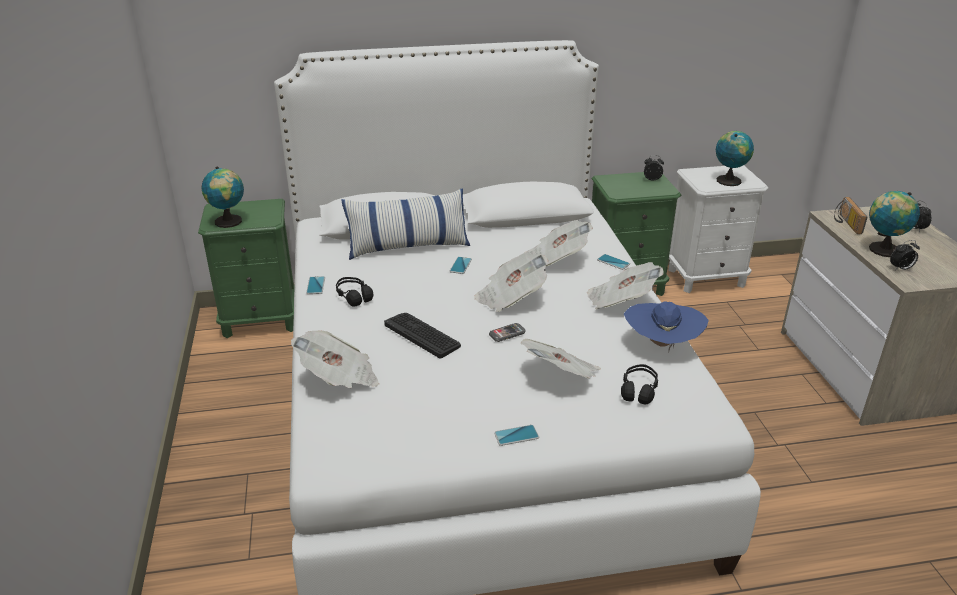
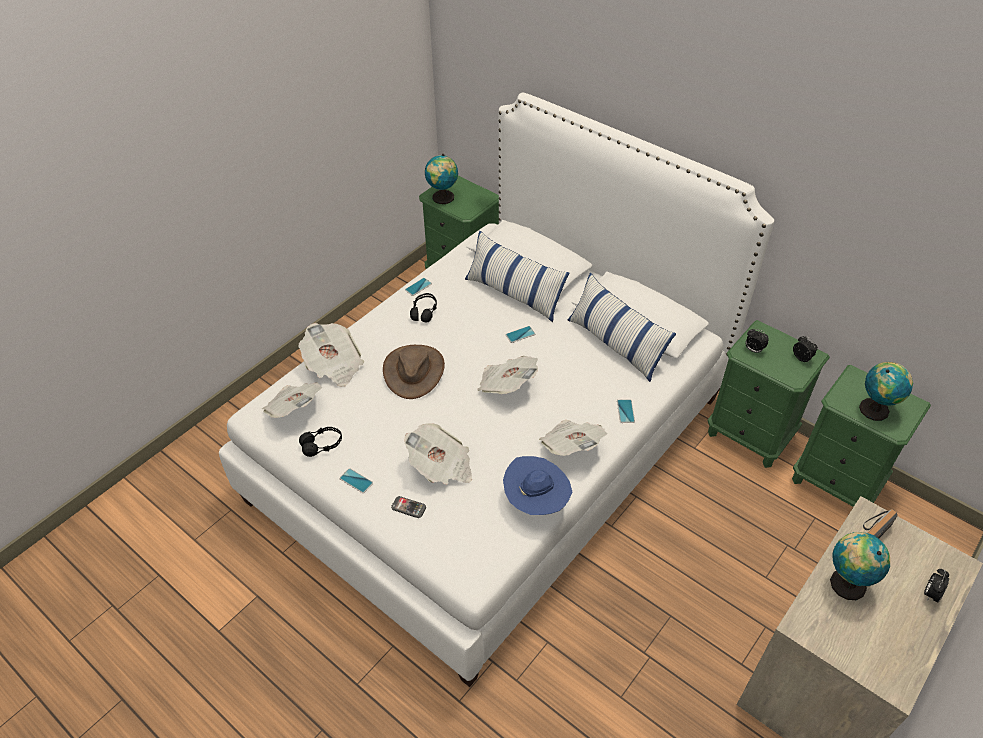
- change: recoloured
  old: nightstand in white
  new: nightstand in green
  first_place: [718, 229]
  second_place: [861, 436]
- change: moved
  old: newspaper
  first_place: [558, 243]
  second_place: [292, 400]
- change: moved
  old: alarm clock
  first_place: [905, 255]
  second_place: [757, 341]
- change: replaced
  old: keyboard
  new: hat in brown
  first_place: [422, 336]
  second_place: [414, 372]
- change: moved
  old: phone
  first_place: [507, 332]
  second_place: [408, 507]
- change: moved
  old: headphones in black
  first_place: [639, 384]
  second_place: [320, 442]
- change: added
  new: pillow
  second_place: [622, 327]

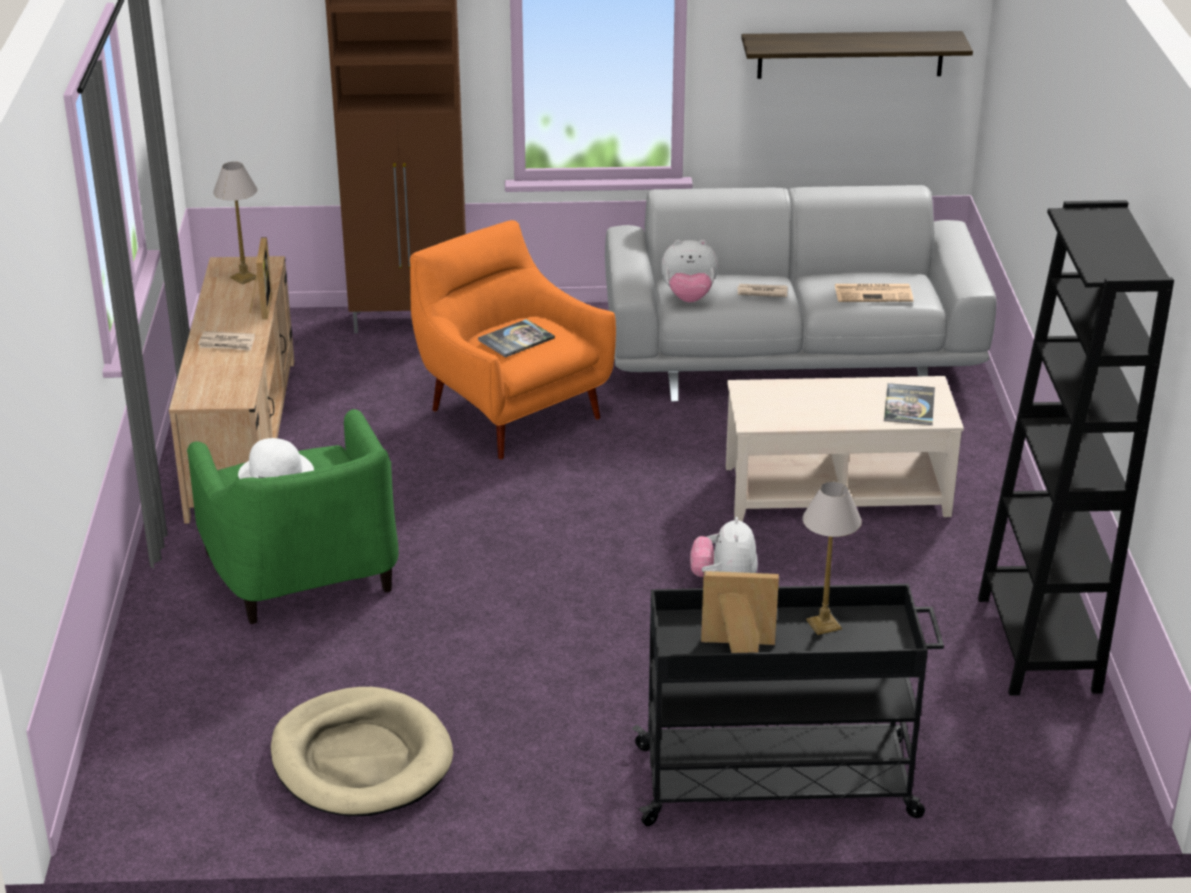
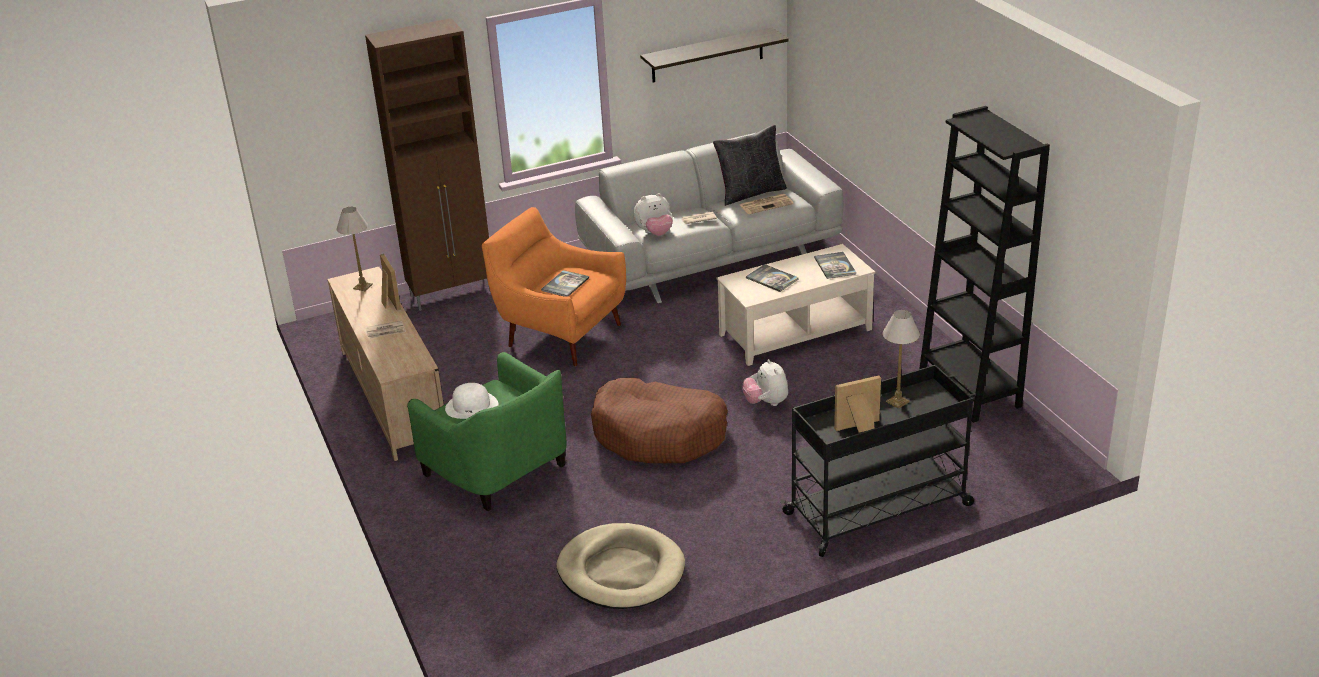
- change: added
  new: pillow in black
  second_place: [750, 165]
- change: added
  new: book
  second_place: [772, 278]
- change: added
  new: dog bed in brown
  second_place: [659, 420]

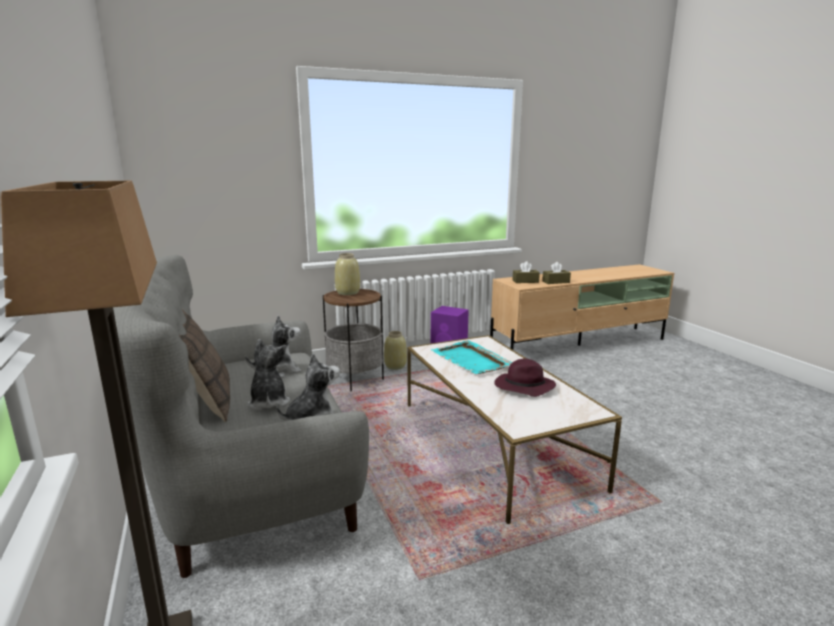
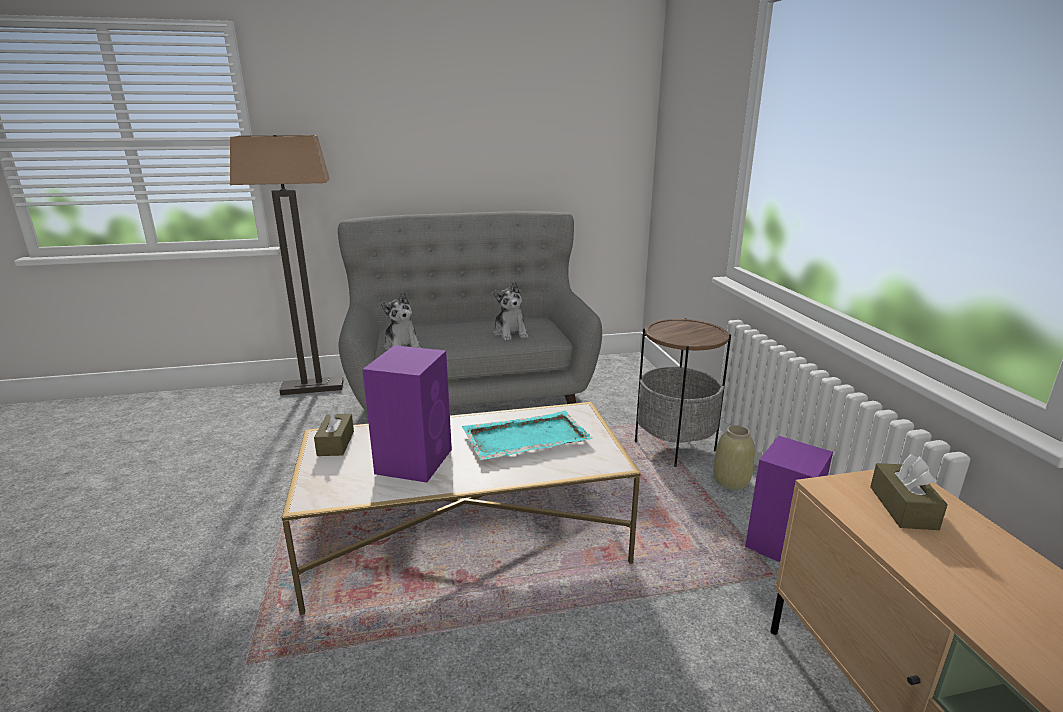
- change: removed
  old: vase in beige
  first_place: [347, 274]
- change: moved
  old: tissue box in brown
  first_place: [556, 273]
  second_place: [334, 431]
- change: removed
  old: pillow
  first_place: [204, 365]
- change: removed
  old: plush toy
  first_place: [268, 375]
- change: replaced
  old: hat in purple
  new: speaker in purple
  first_place: [525, 378]
  second_place: [407, 414]

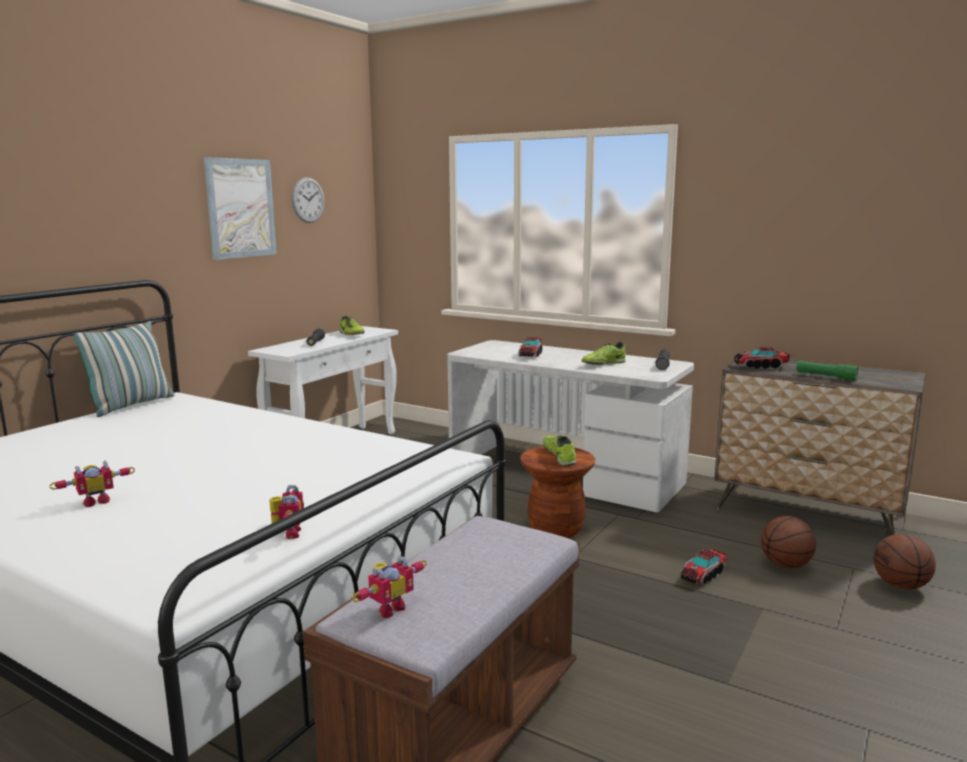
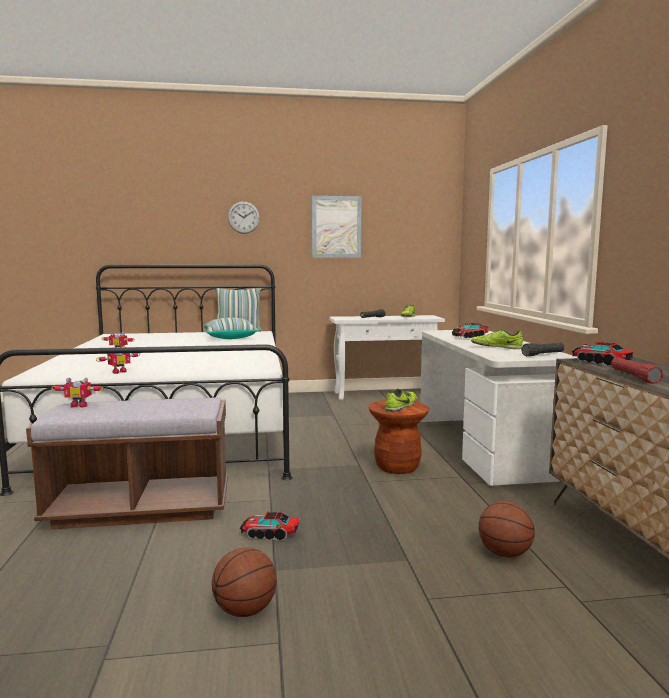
- change: moved
  old: wall clock
  first_place: [308, 200]
  second_place: [244, 217]
- change: recoloured
  old: flashlight in green
  new: flashlight in red
  first_place: [827, 371]
  second_place: [637, 370]
- change: moved
  old: basketball
  first_place: [904, 562]
  second_place: [244, 582]
- change: moved
  old: toy truck
  first_place: [703, 566]
  second_place: [269, 526]
- change: added
  new: pillow
  second_place: [231, 328]

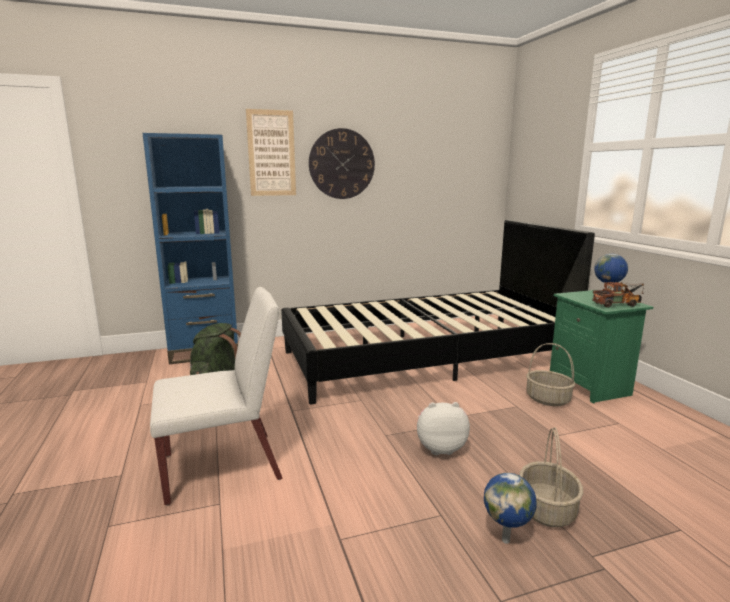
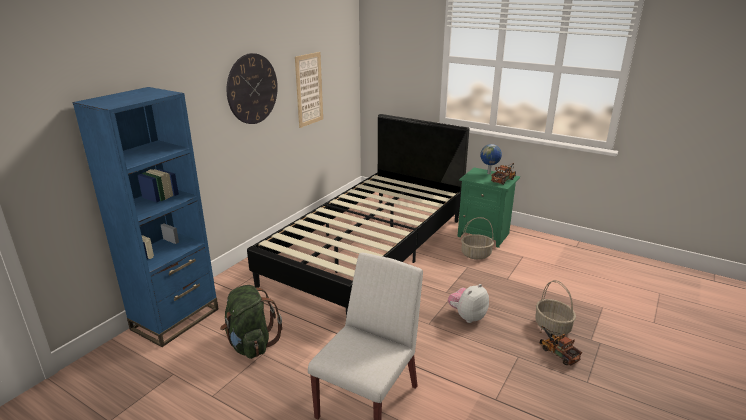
- change: moved
  old: picture
  first_place: [271, 152]
  second_place: [309, 90]
- change: replaced
  old: globe
  new: toy truck
  first_place: [510, 508]
  second_place: [561, 345]

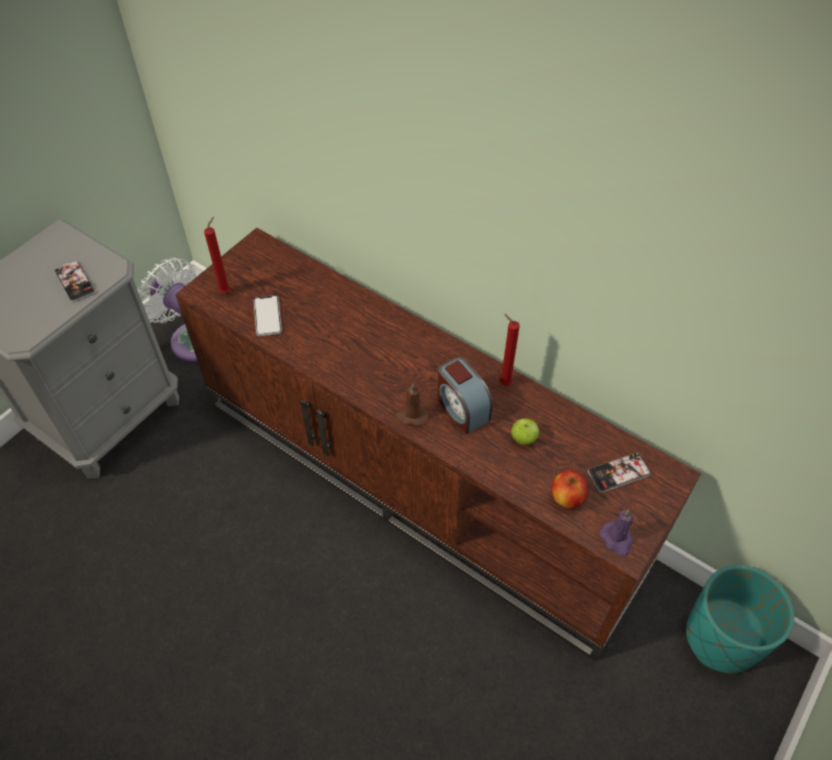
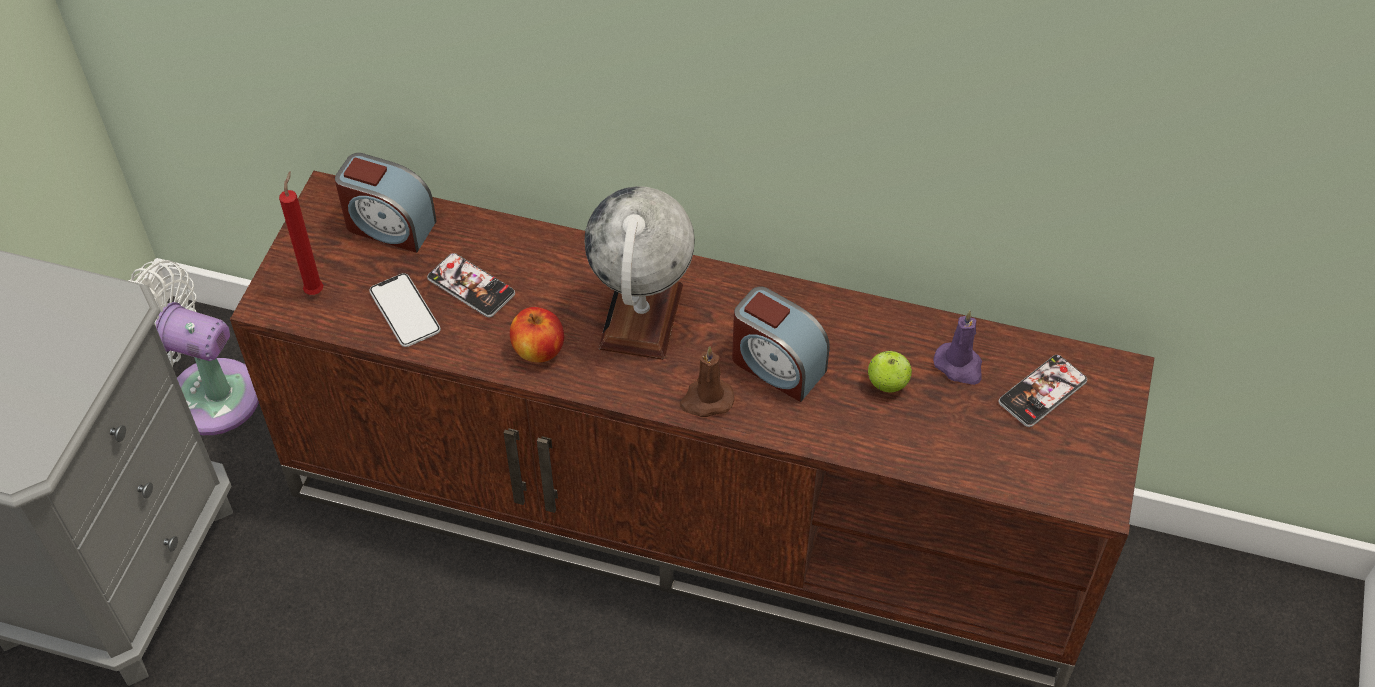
- change: moved
  old: phone
  first_place: [75, 281]
  second_place: [471, 285]
- change: removed
  old: candle in red
  first_place: [510, 350]
- change: moved
  old: apple
  first_place: [570, 489]
  second_place: [537, 335]
- change: moved
  old: candle in purple
  first_place: [616, 533]
  second_place: [957, 347]
- change: removed
  old: planter in turquoise
  first_place: [740, 619]
- change: added
  new: alarm clock
  second_place: [386, 203]
- change: added
  new: globe
  second_place: [639, 273]

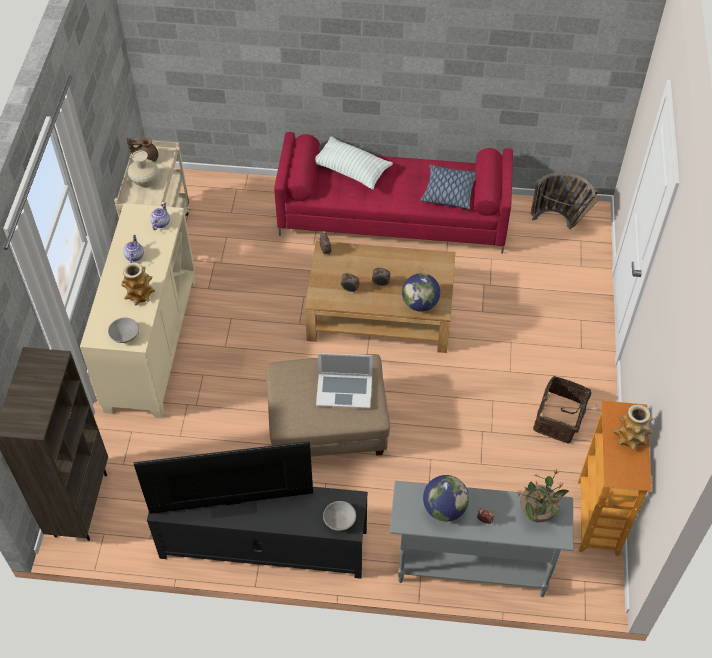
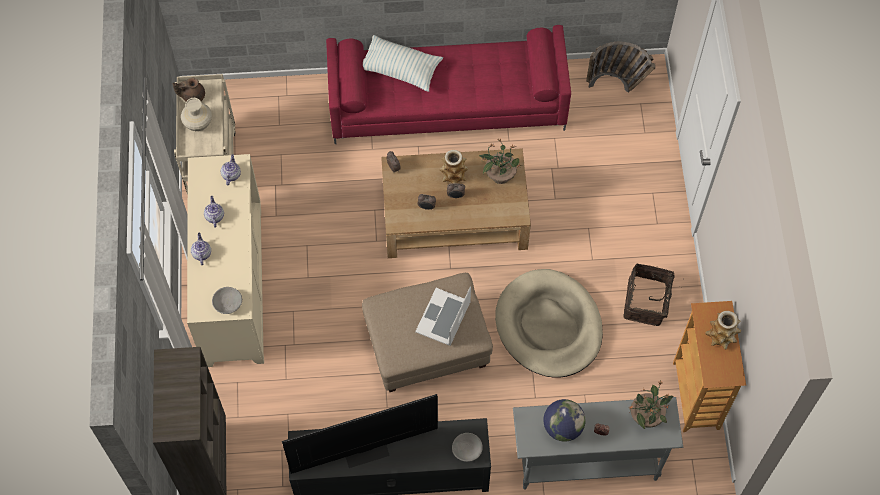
- change: removed
  old: pillow
  first_place: [448, 186]
- change: moved
  old: vase
  first_place: [138, 284]
  second_place: [454, 167]
- change: removed
  old: globe
  first_place: [421, 292]
- change: turned
  old: laptop
  first_place: [344, 381]
  second_place: [443, 316]
  degrees: 120
- change: added
  new: potted plant
  second_place: [500, 161]
- change: added
  new: teapot
  second_place: [201, 249]
- change: added
  new: dog bed in beige
  second_place: [549, 323]

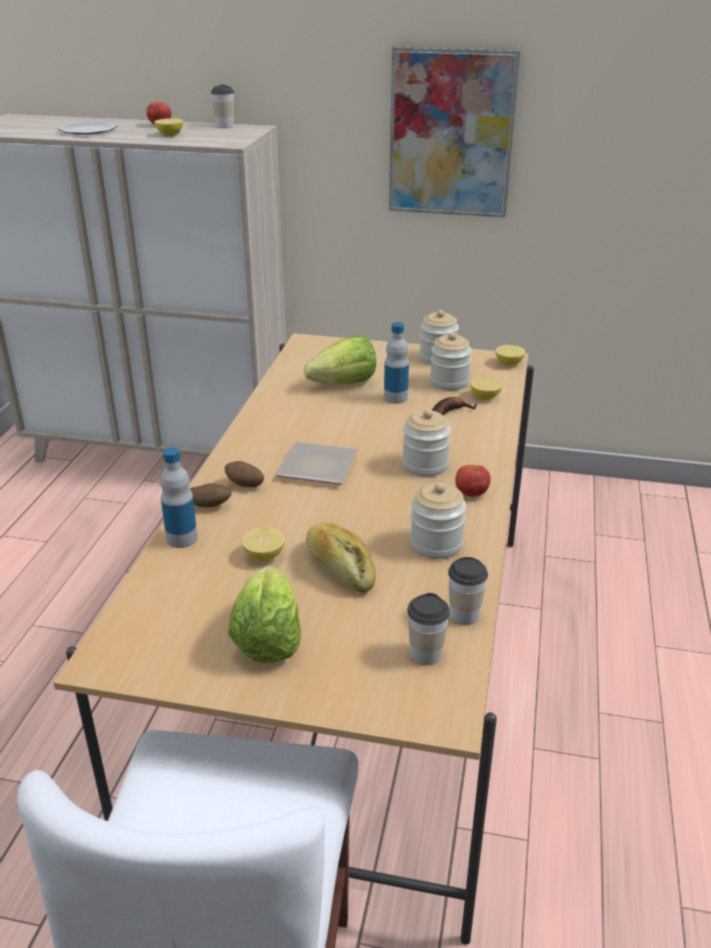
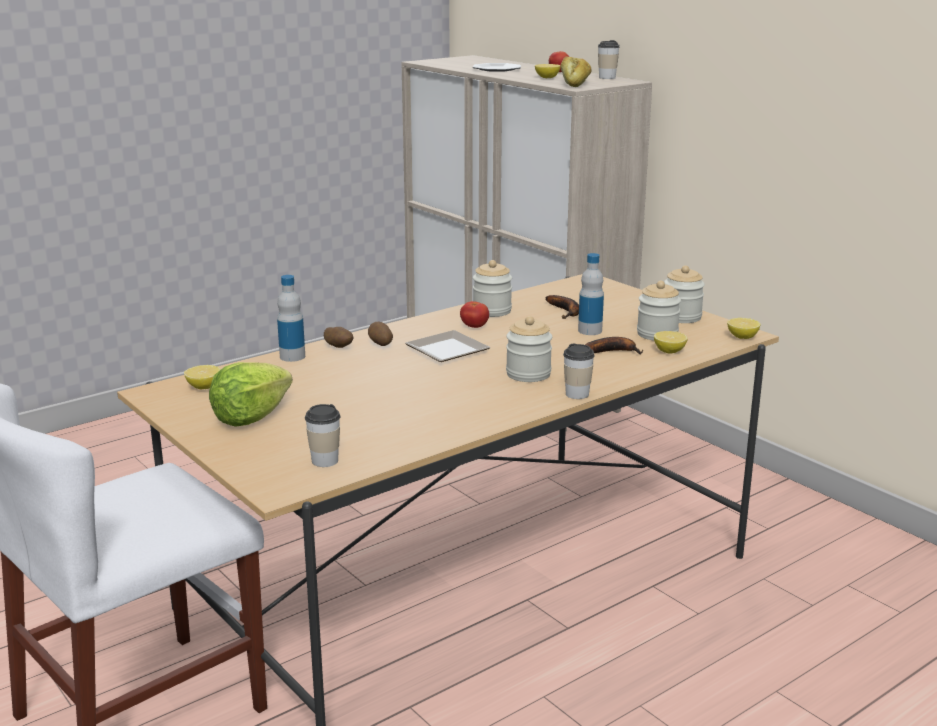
- change: removed
  old: picture
  first_place: [455, 132]
- change: replaced
  old: lettuce
  new: banana
  first_place: [340, 360]
  second_place: [562, 307]
- change: moved
  old: tomato
  first_place: [473, 481]
  second_place: [474, 314]
- change: moved
  old: jar
  first_place: [438, 520]
  second_place: [492, 288]
- change: moved
  old: bread
  first_place: [341, 557]
  second_place: [576, 71]
- change: moved
  old: lemon
  first_place: [263, 544]
  second_place: [202, 377]
- change: moved
  old: cup
  first_place: [468, 591]
  second_place: [579, 371]

